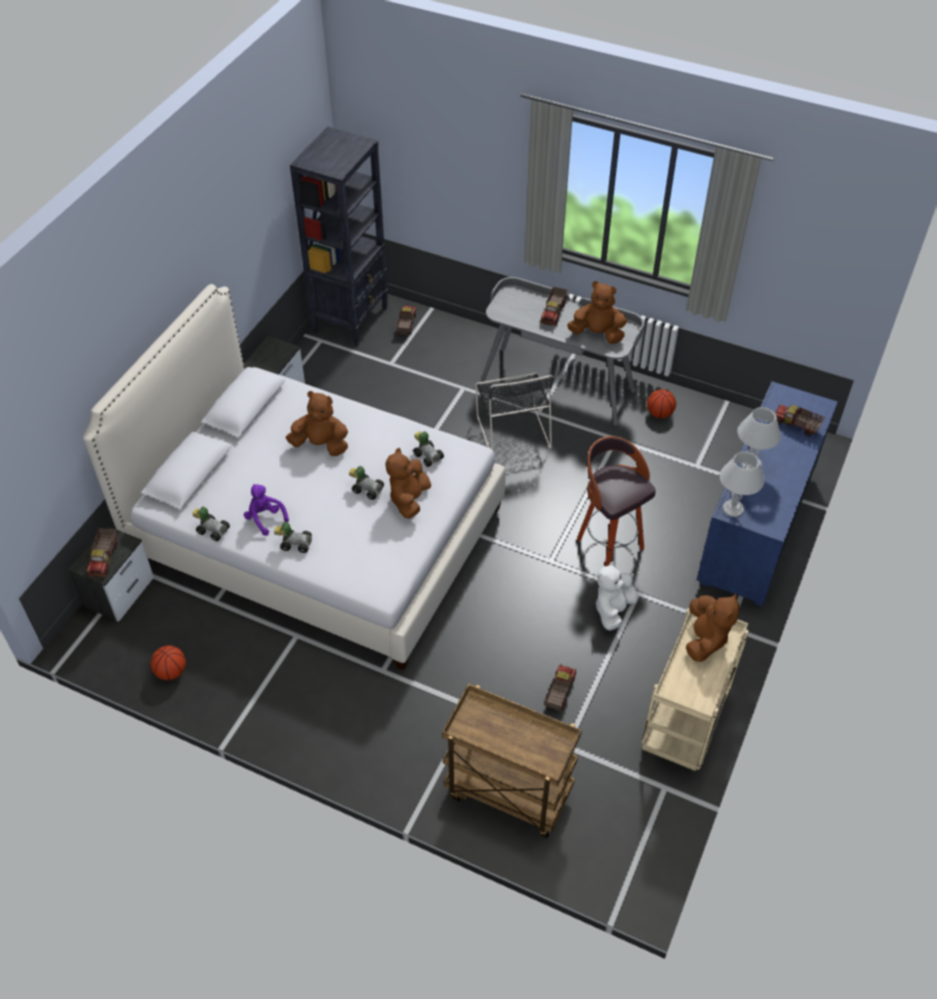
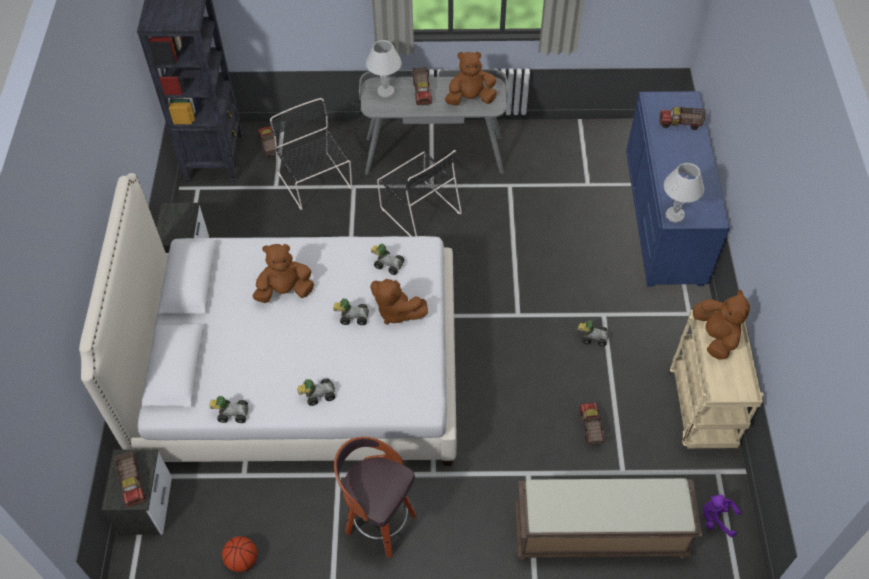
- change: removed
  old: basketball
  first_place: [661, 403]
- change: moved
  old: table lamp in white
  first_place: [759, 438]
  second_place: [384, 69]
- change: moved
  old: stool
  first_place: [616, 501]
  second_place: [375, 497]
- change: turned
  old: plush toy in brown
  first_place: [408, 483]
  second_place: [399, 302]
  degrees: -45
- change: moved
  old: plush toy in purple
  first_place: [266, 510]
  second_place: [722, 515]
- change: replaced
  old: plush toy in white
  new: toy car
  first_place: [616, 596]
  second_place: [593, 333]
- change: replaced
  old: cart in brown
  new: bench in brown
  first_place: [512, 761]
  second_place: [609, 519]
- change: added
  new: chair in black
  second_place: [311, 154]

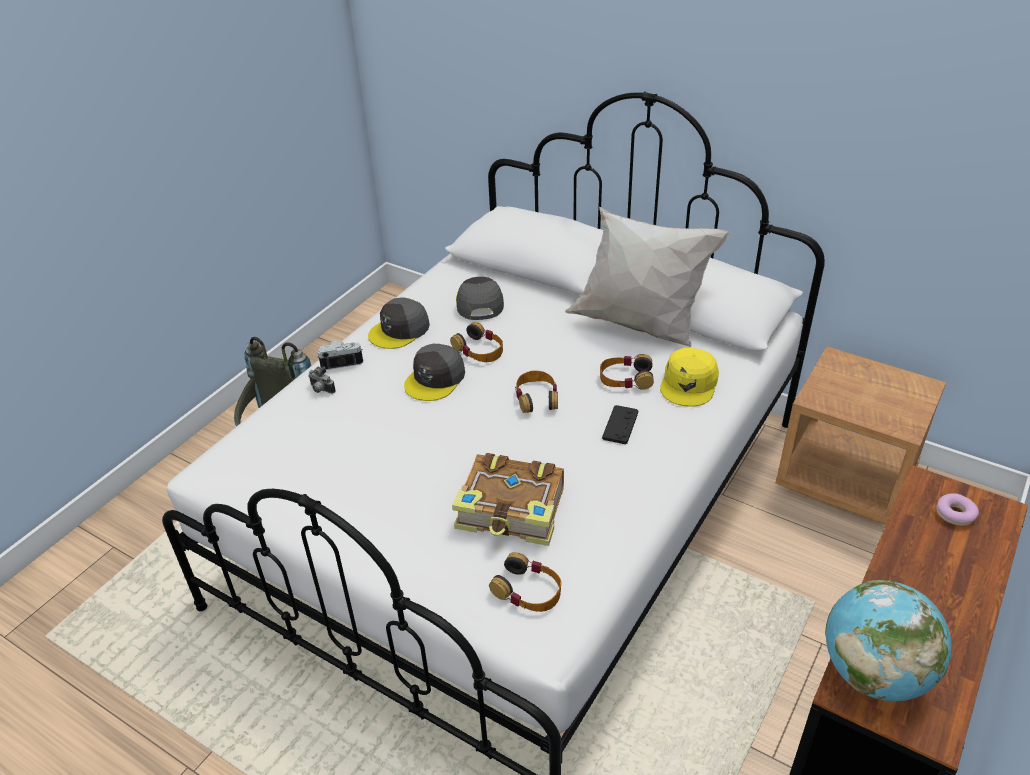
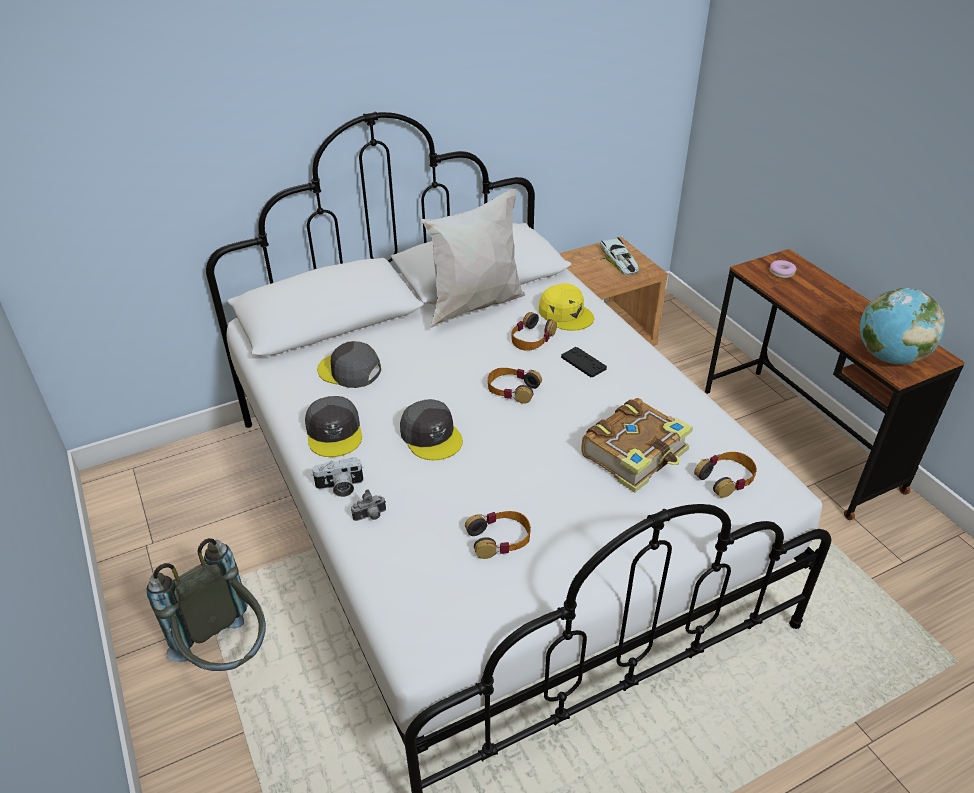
- change: moved
  old: headphones
  first_place: [476, 342]
  second_place: [498, 535]
- change: turned
  old: photo camera
  first_place: [340, 355]
  second_place: [337, 477]
  degrees: -120
- change: added
  new: toy car
  second_place: [619, 256]

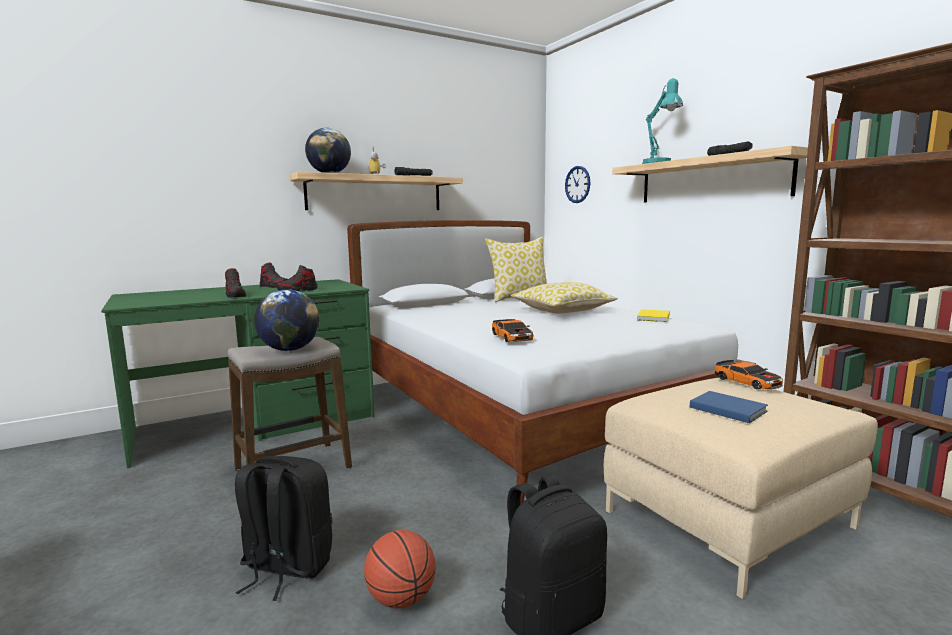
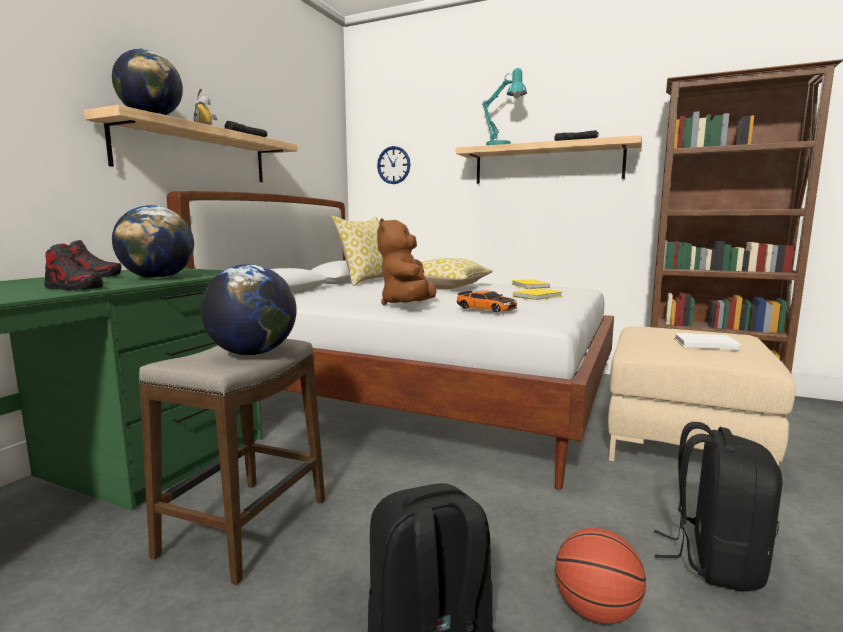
- change: replaced
  old: shoe
  new: globe
  first_place: [297, 278]
  second_place: [153, 242]
- change: removed
  old: toy car
  first_place: [749, 374]
- change: recoloured
  old: book in blue
  new: book in white
  first_place: [729, 407]
  second_place: [707, 341]
- change: added
  new: plush toy in brown
  second_place: [406, 261]
- change: added
  new: book in yellow
  second_place: [538, 294]

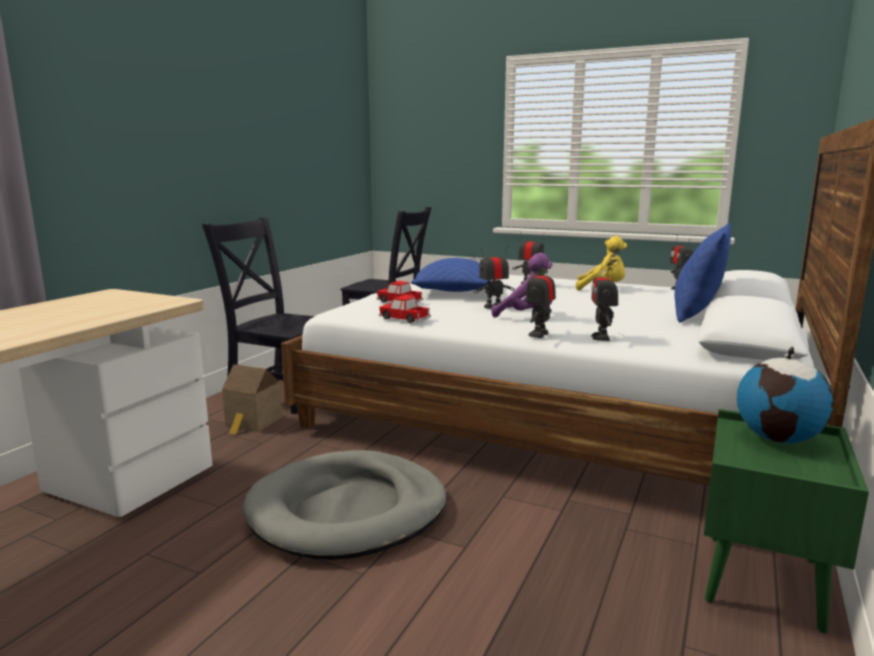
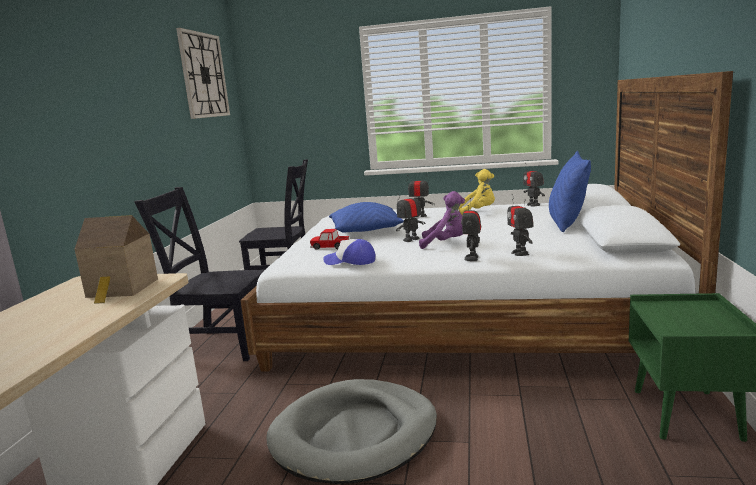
- change: replaced
  old: toy car
  new: cap
  first_place: [405, 309]
  second_place: [349, 252]
- change: removed
  old: globe
  first_place: [785, 394]
- change: moved
  old: toy house
  first_place: [252, 399]
  second_place: [116, 259]
- change: added
  new: wall clock
  second_place: [203, 73]

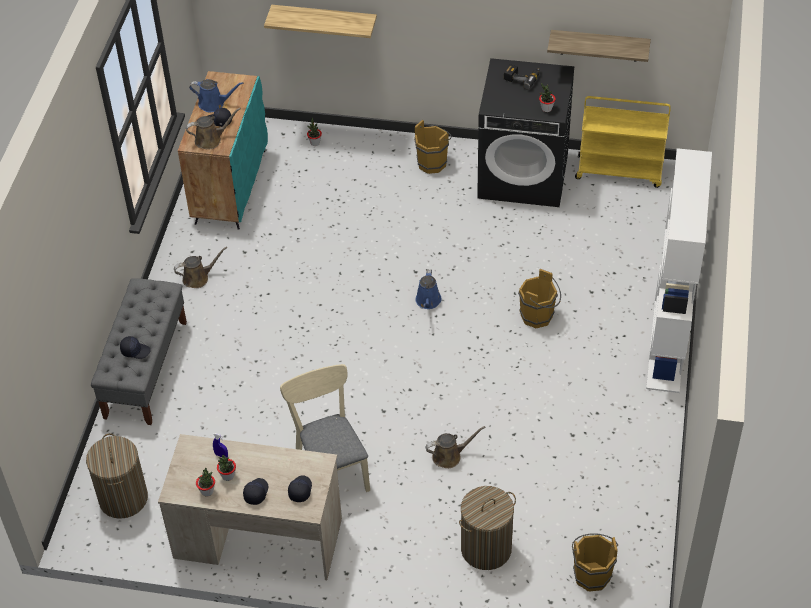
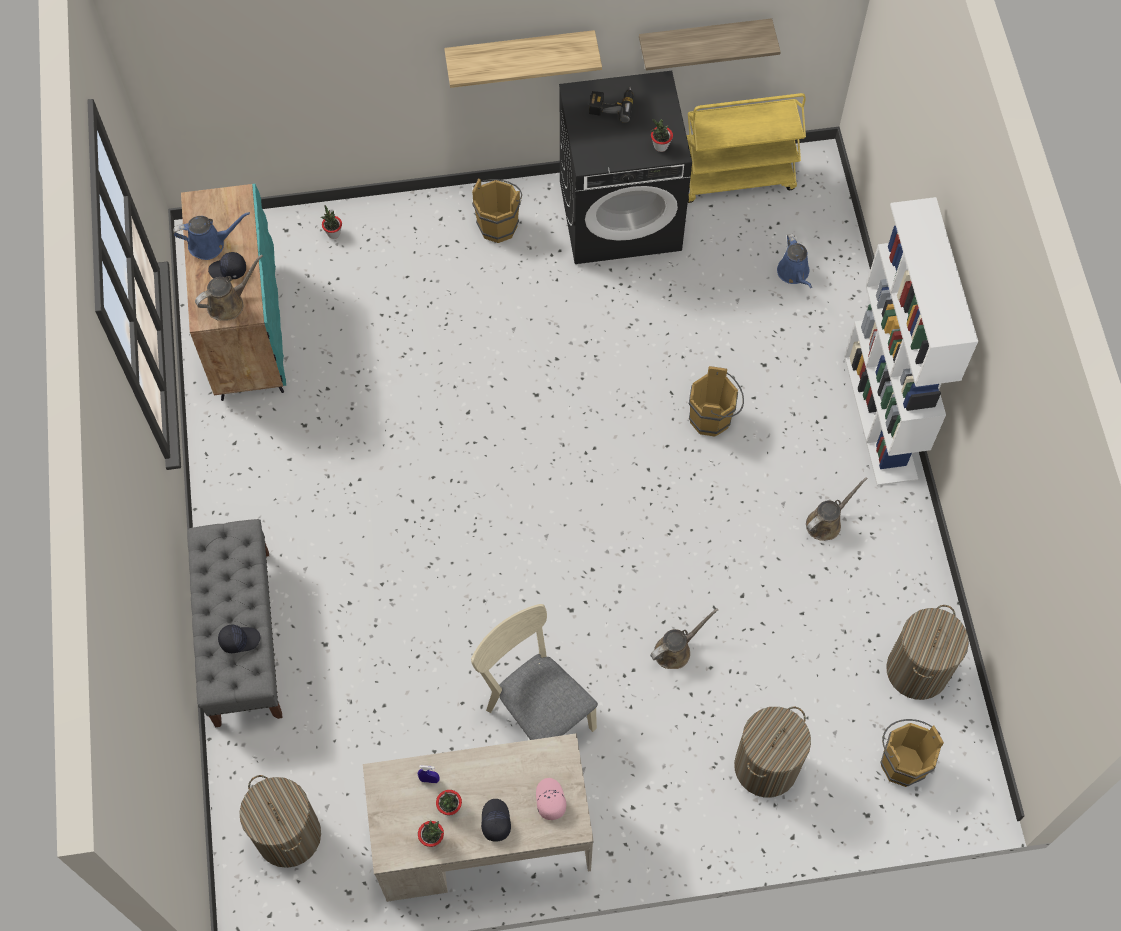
- change: moved
  old: shelf
  first_place: [320, 21]
  second_place: [523, 59]
- change: moved
  old: watering can in brown
  first_place: [200, 267]
  second_place: [837, 509]
- change: moved
  old: watering can in blue
  first_place: [428, 289]
  second_place: [794, 261]
- change: recoloured
  old: cap in black
  new: cap in pink
  first_place: [300, 489]
  second_place: [551, 799]
- change: added
  new: laundry basket
  second_place: [927, 652]

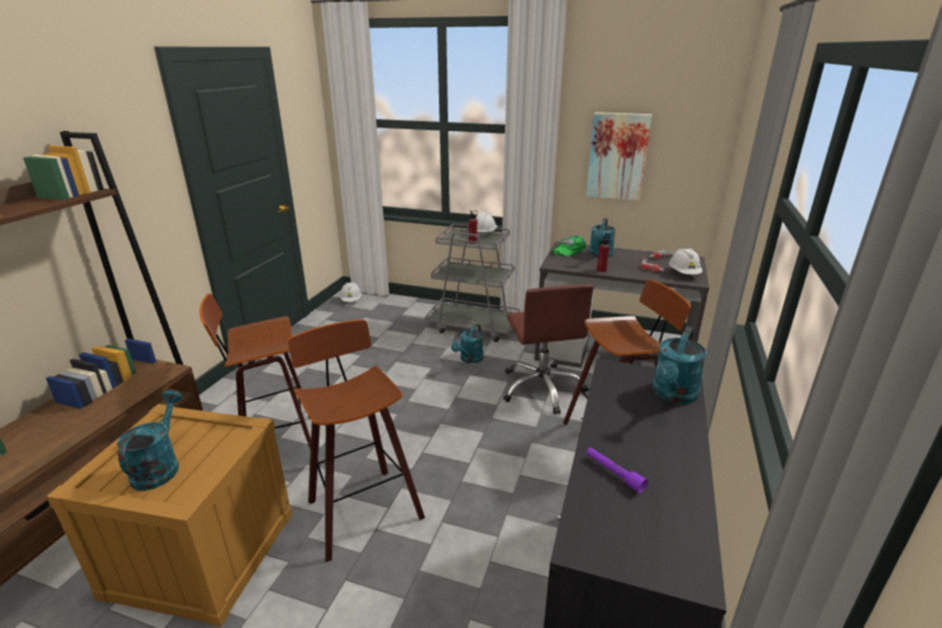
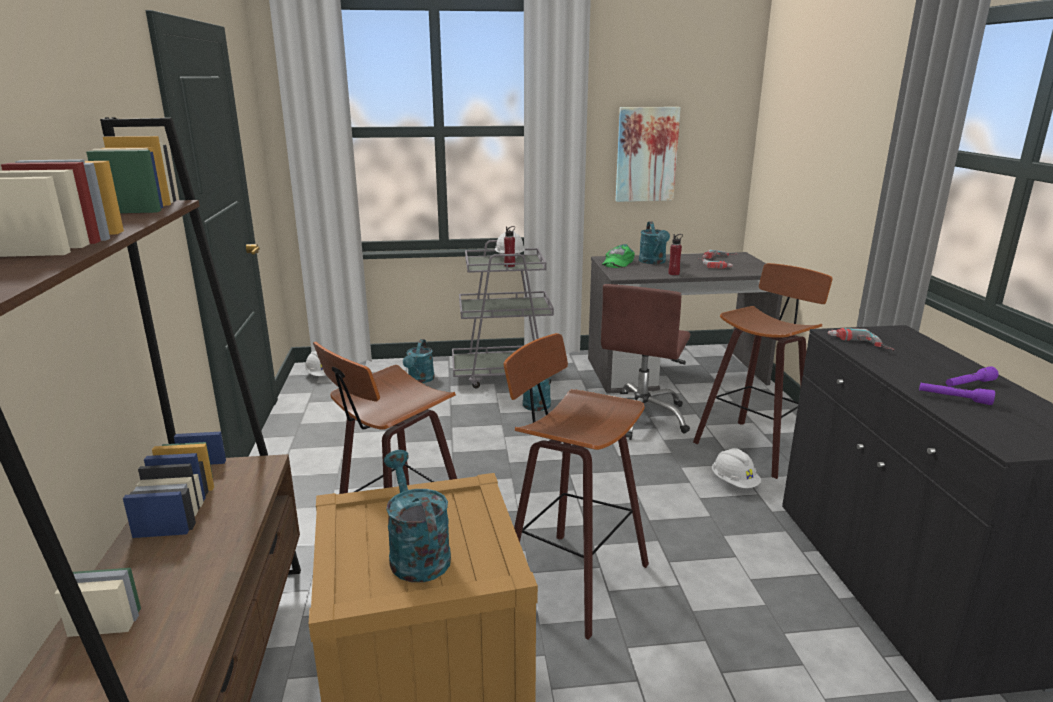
- change: moved
  old: hard hat in white
  first_place: [685, 261]
  second_place: [736, 468]
- change: turned
  old: office chair in brown
  first_place: [548, 349]
  second_place: [646, 362]
  degrees: 60
- change: moved
  old: watering can in turquoise
  first_place: [679, 365]
  second_place: [419, 361]
- change: added
  new: power drill
  second_place: [860, 339]
- change: added
  new: flashlight in purple
  second_place: [972, 376]

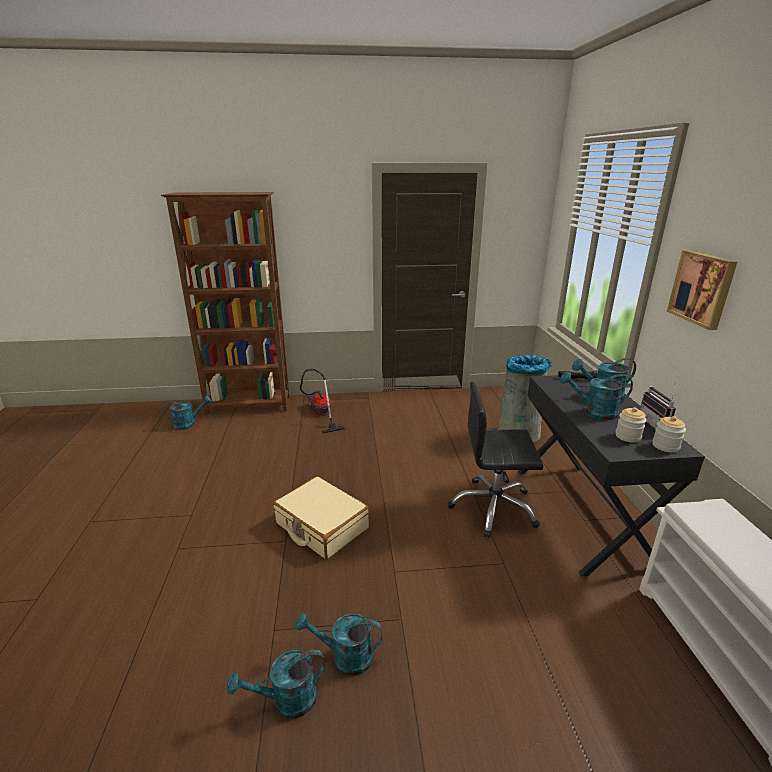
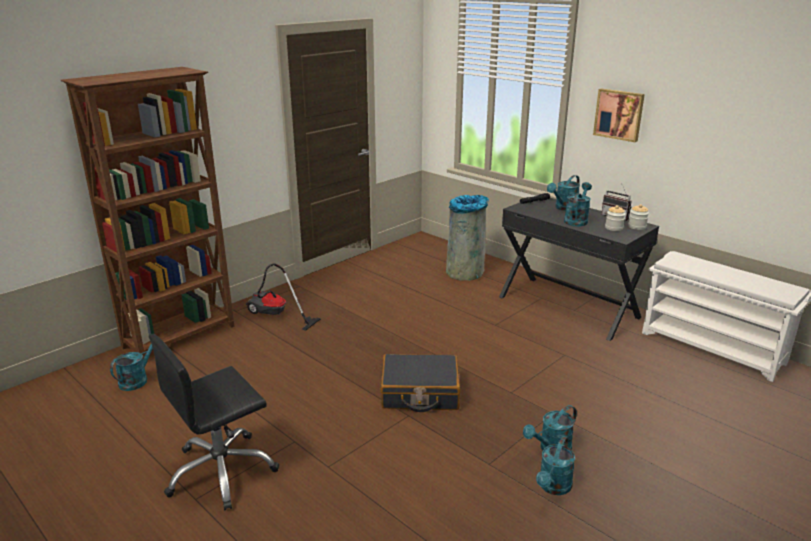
- change: turned
  old: watering can in turquoise
  first_place: [596, 395]
  second_place: [578, 204]
  degrees: 150
- change: moved
  old: office chair in black
  first_place: [495, 460]
  second_place: [214, 422]
- change: recoloured
  old: suitcase in beige
  new: suitcase in black
  first_place: [321, 518]
  second_place: [420, 383]

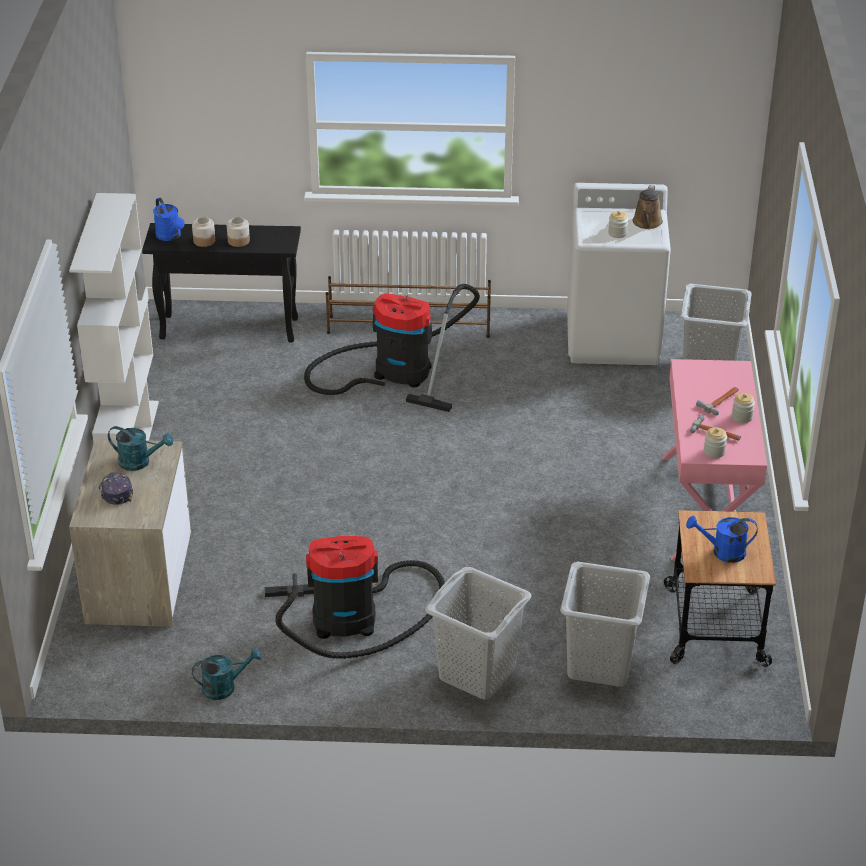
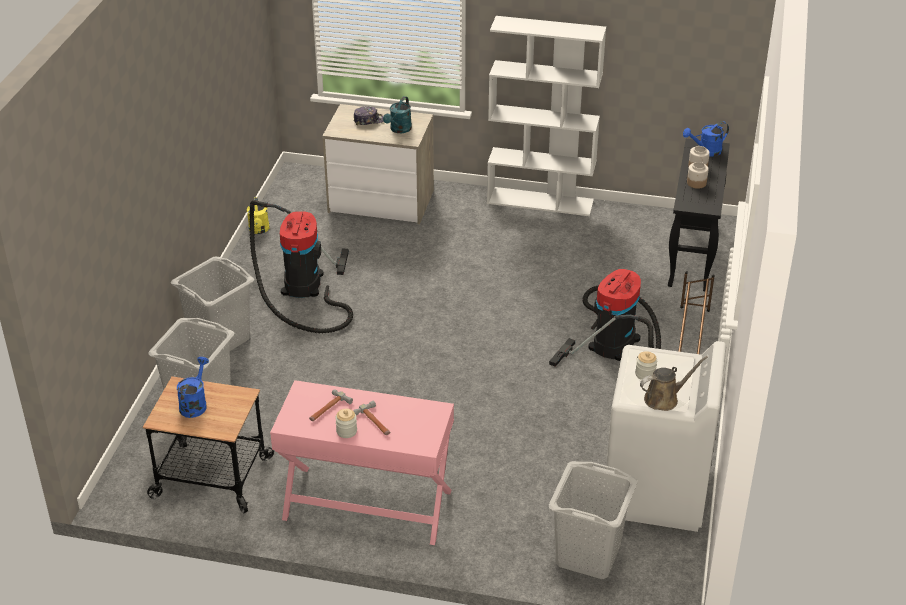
- change: turned
  old: watering can in brown
  first_place: [648, 207]
  second_place: [674, 383]
  degrees: 135
- change: removed
  old: jar
  first_place: [715, 442]
- change: recoloured
  old: watering can in turquoise
  new: watering can in yellow
  first_place: [227, 673]
  second_place: [258, 215]

